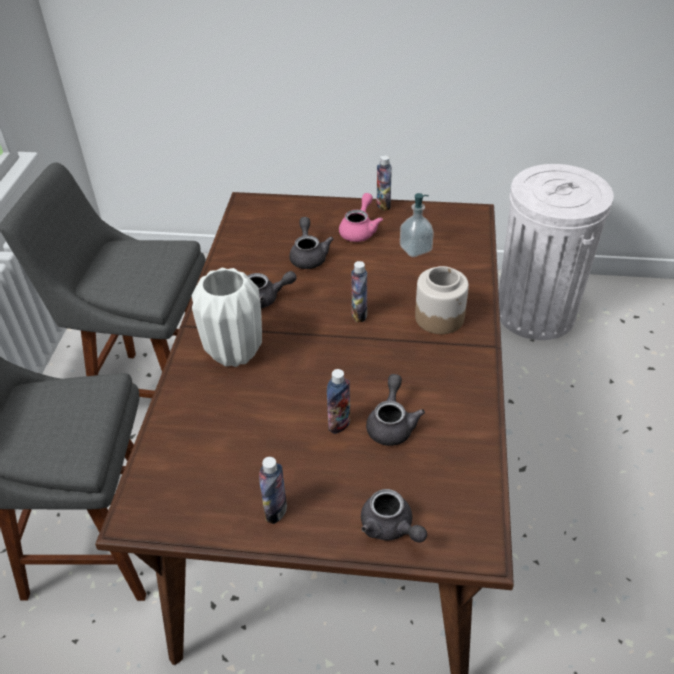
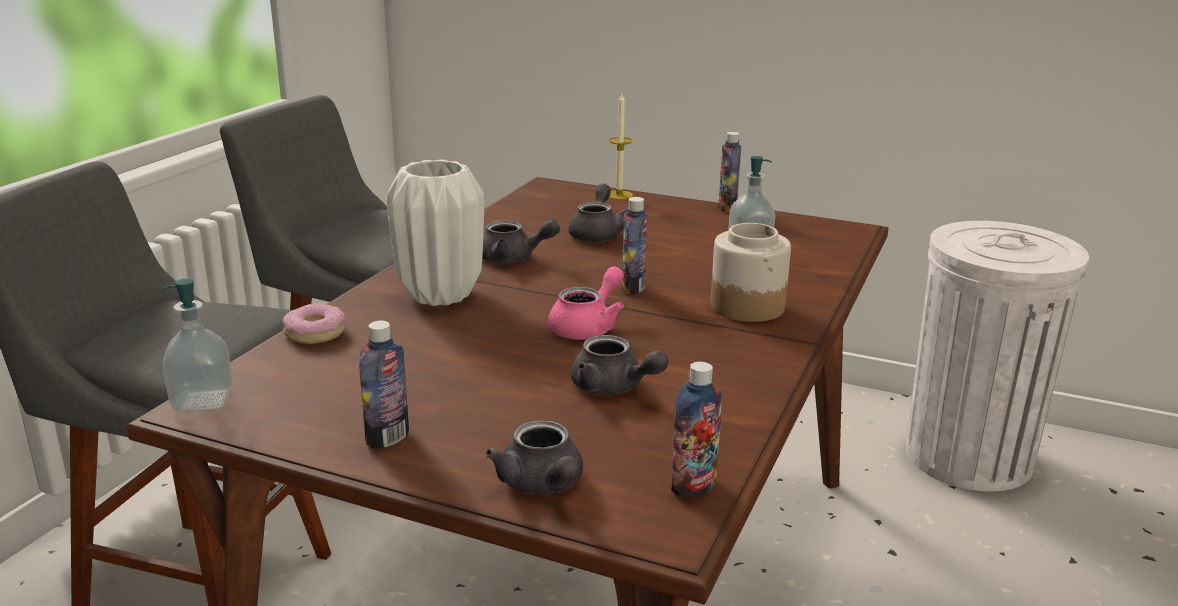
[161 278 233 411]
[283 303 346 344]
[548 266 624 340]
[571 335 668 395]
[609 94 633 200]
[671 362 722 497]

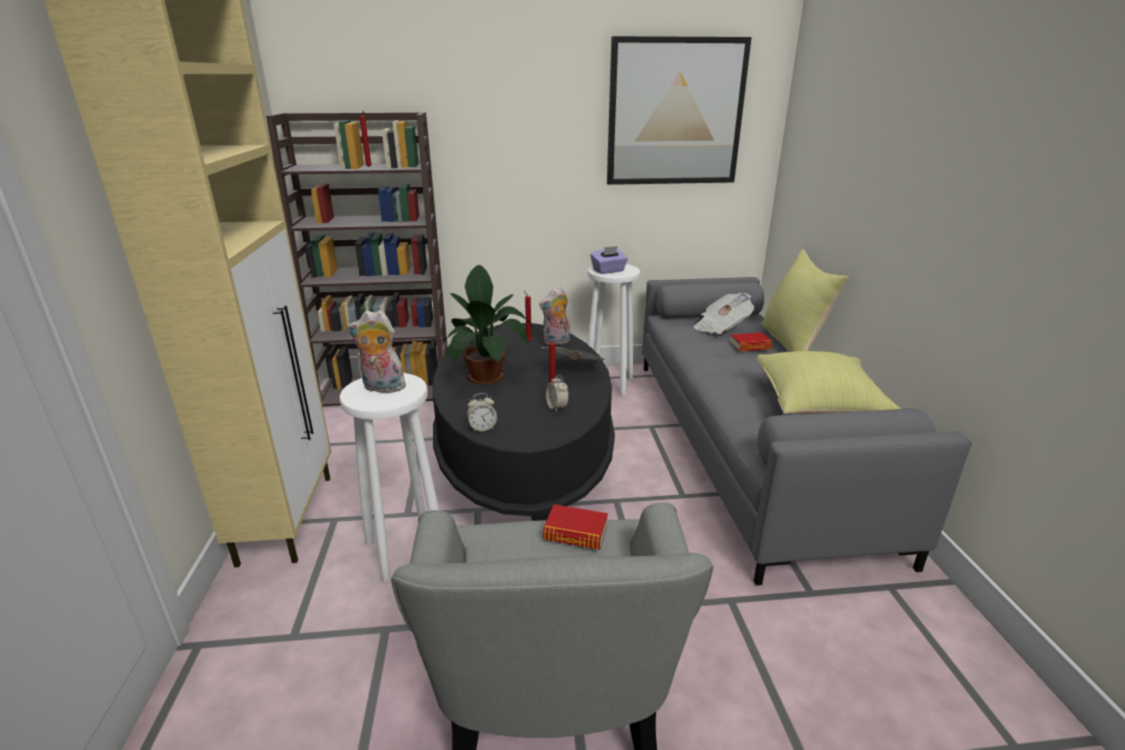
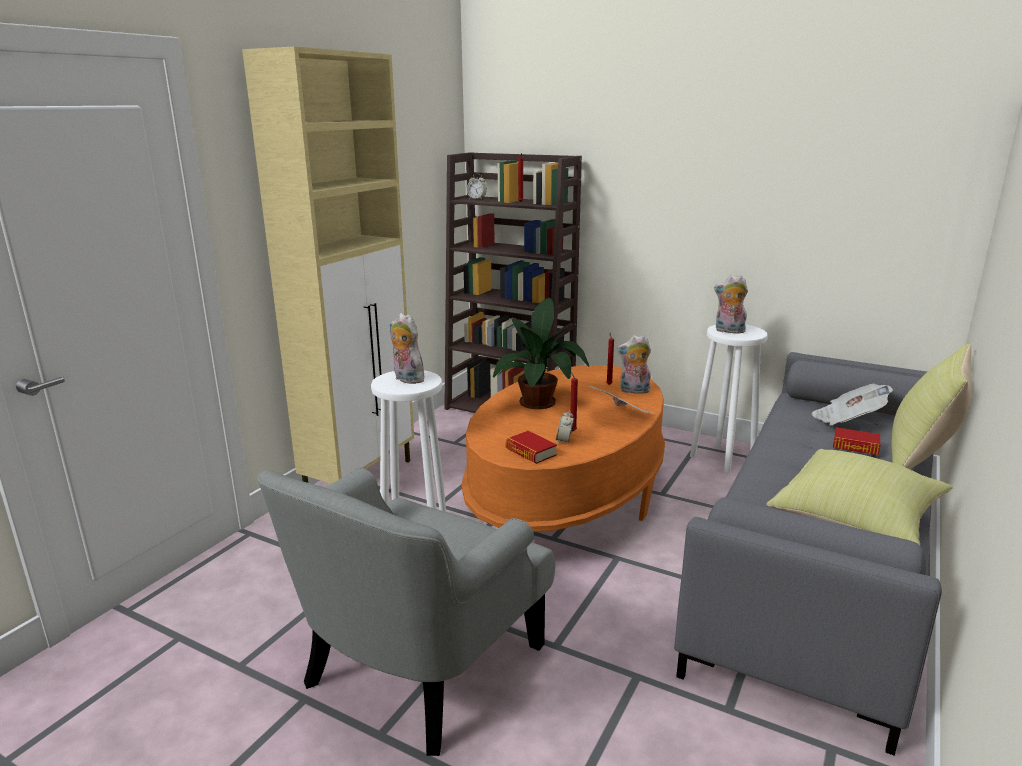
[462 365 665 532]
[466 174 487 199]
[506 431 557 464]
[714 275 748 334]
[607 36 752 185] (first image)

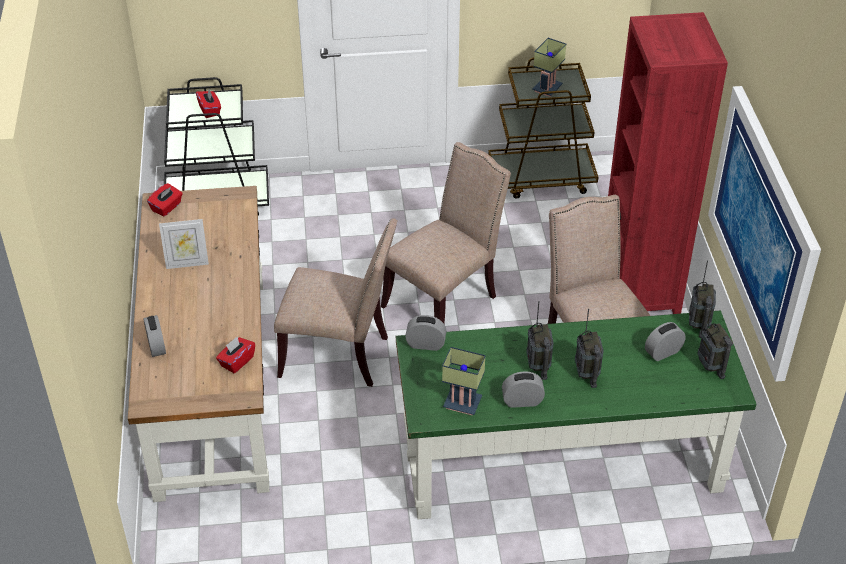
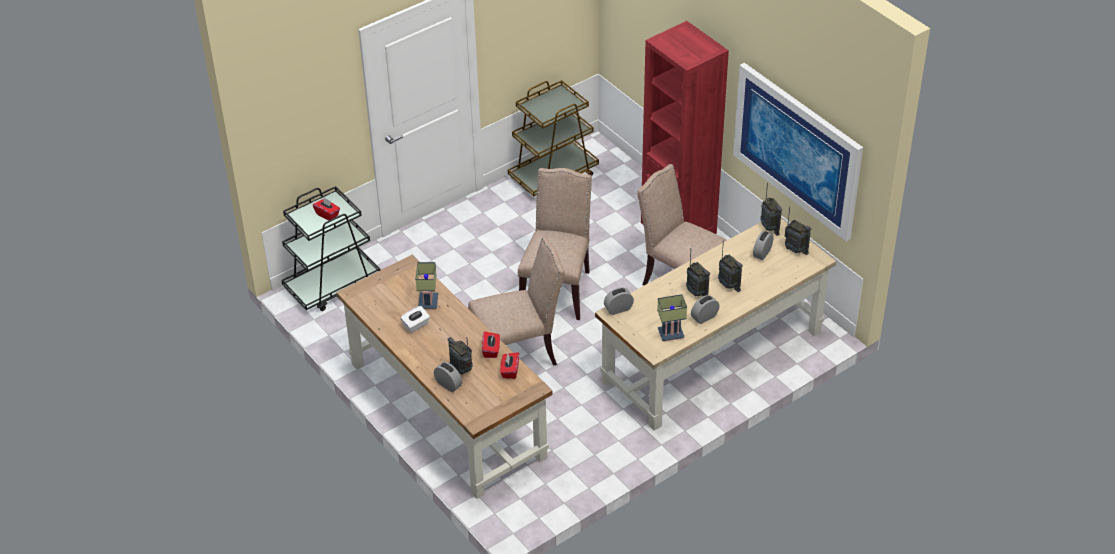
[401 306 430 333]
[415 262 438 309]
[448 337 473 375]
[482 331 500 358]
[595 218 836 430]

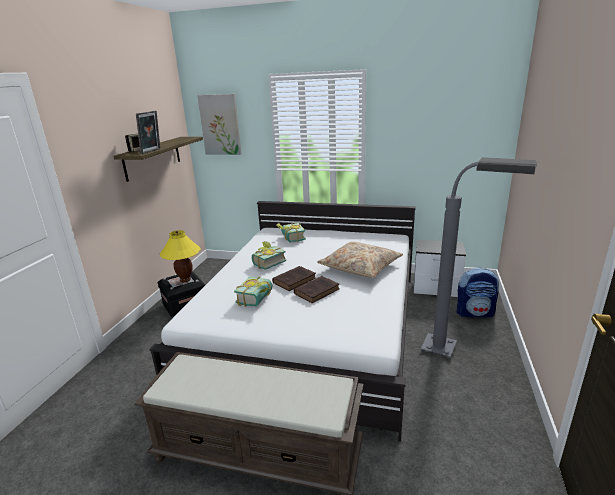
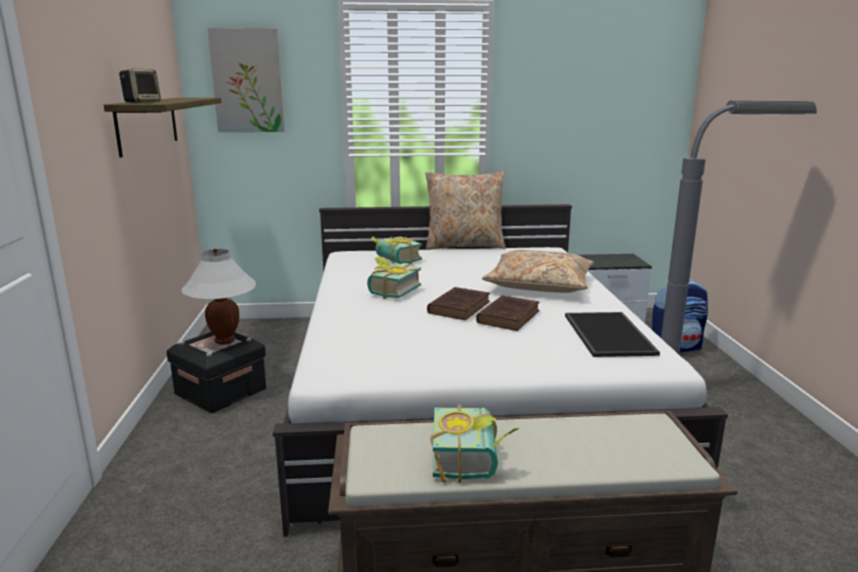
[181 249 256 345]
[425 171 506 250]
[430 404 519 483]
[565 312 660 357]
[136 111 160 154] (first image)

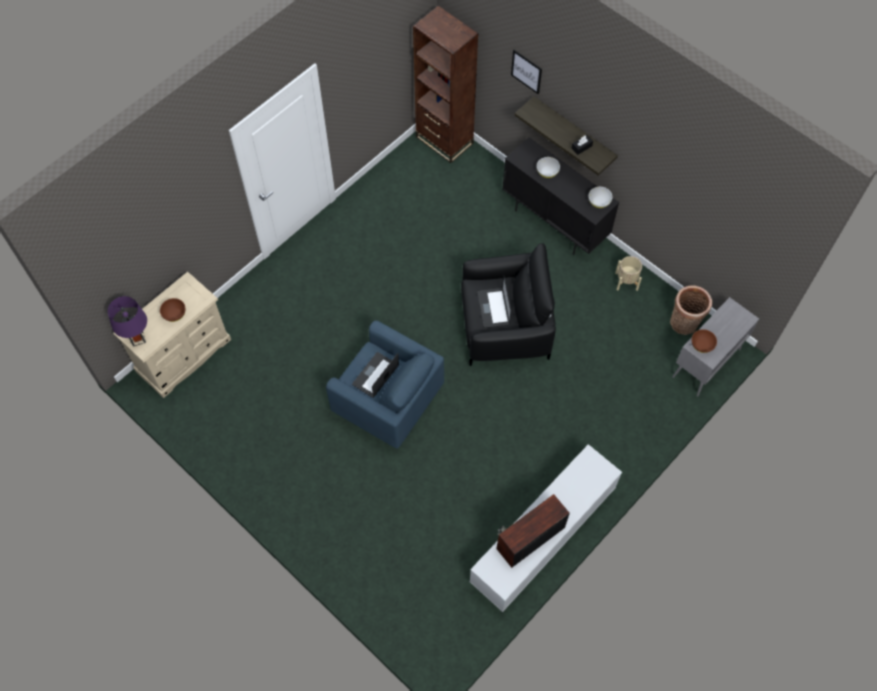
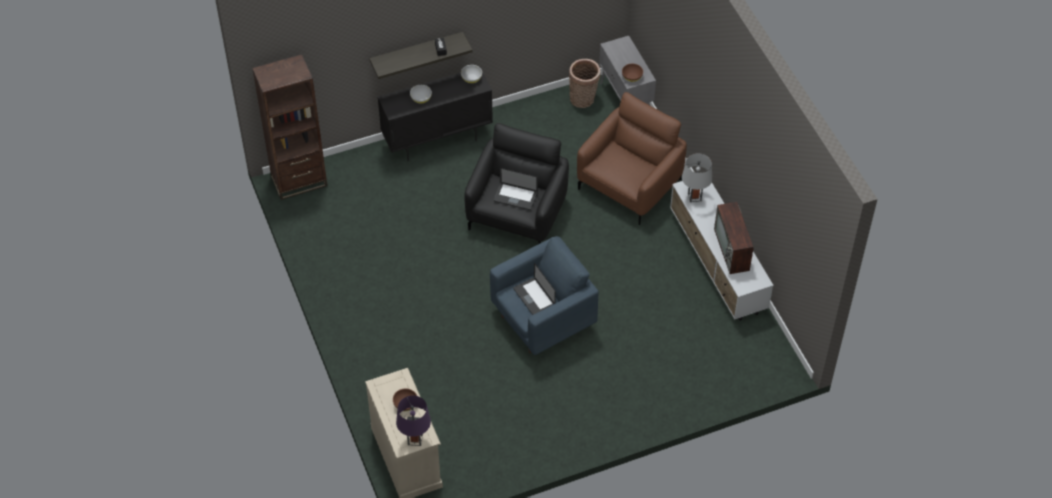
[577 92 687 225]
[682 153 712 202]
[511 50 542 94] (first image)
[615 256 642 291] (first image)

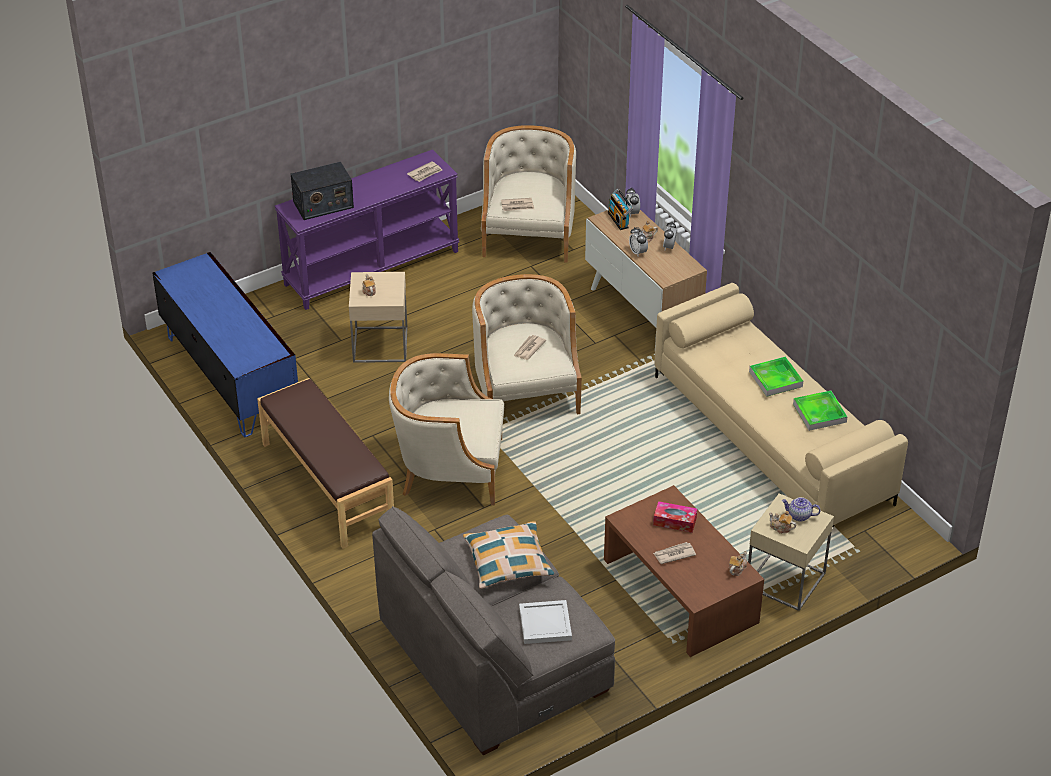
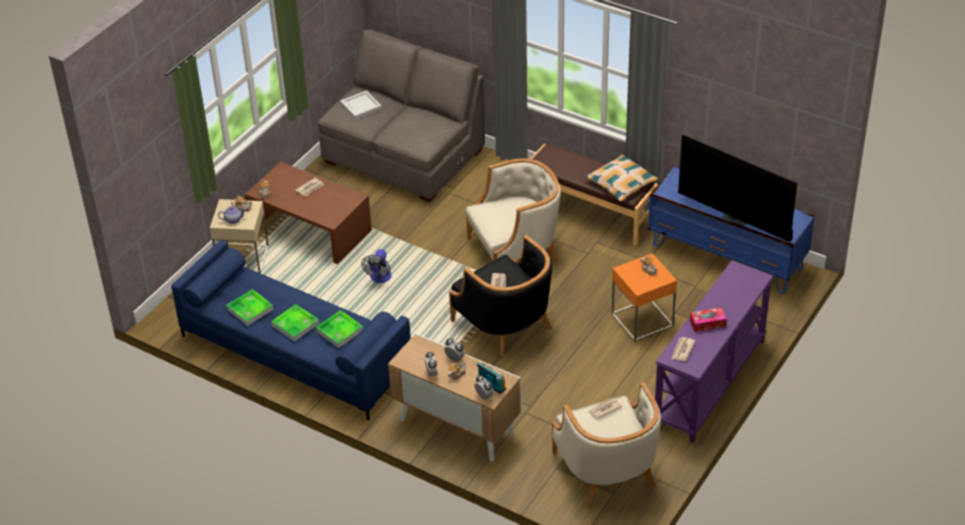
[171 240 411 421]
[316 310 363 348]
[361 249 392 283]
[449 235 552 358]
[584 155 658 201]
[611 253 677 341]
[678 134 797 242]
[690 308 727 332]
[291 162 354 220] (first image)

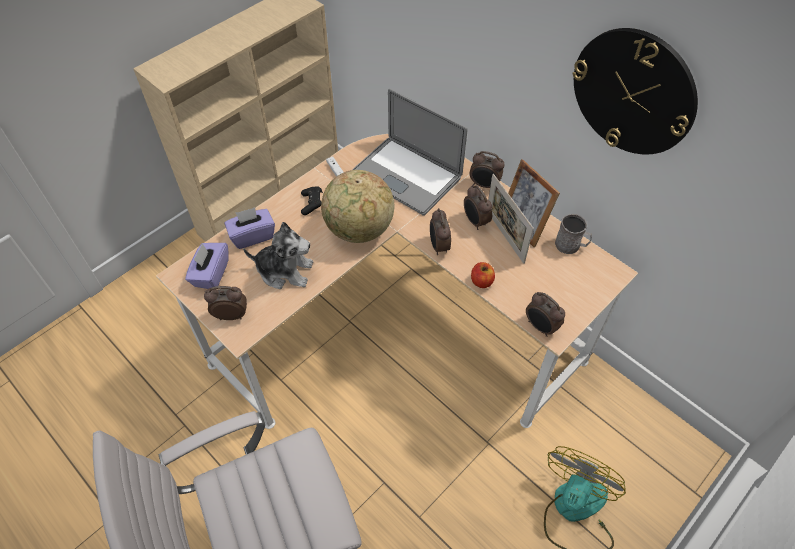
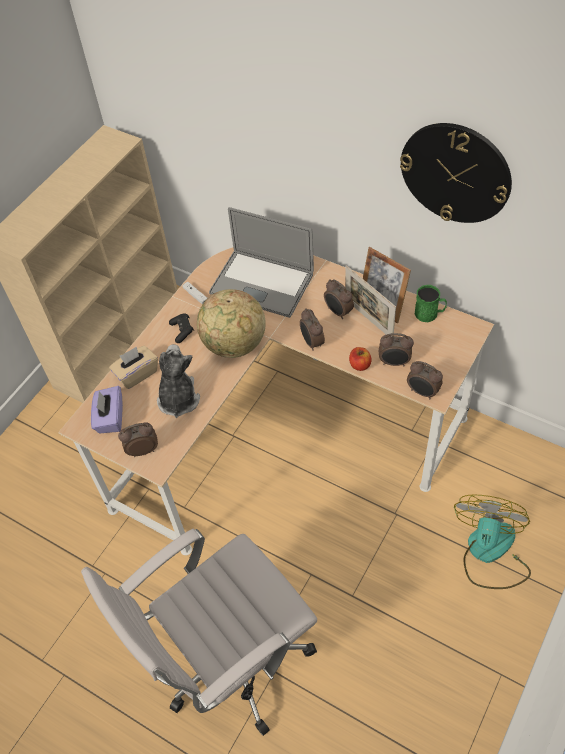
[109 346 158 389]
[157 344 200 418]
[379 333 414 366]
[415 285 447 322]

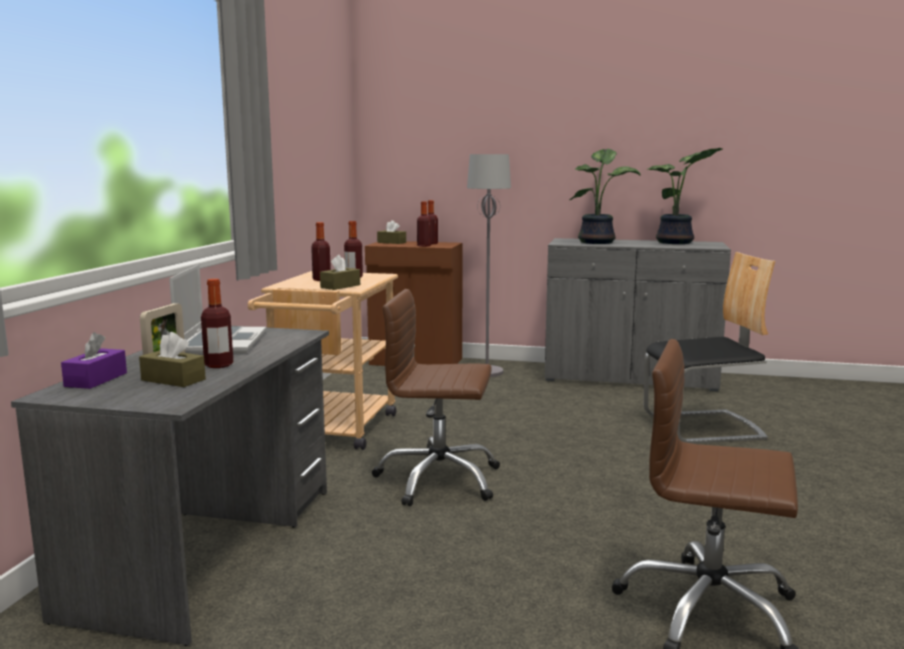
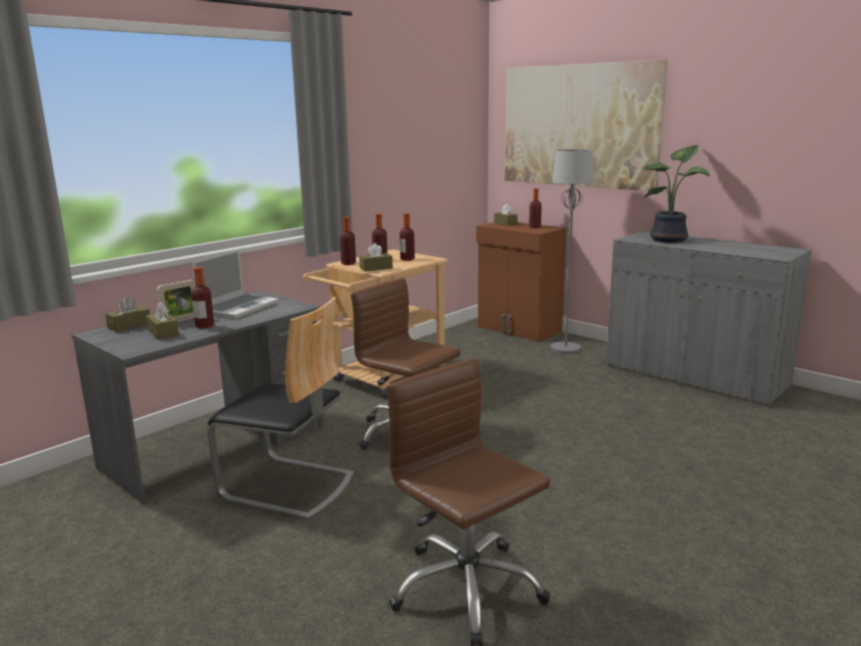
[105 296 150 332]
[207 297 354 520]
[340 217 356 265]
[505 59 668 191]
[648 148 723 244] (first image)

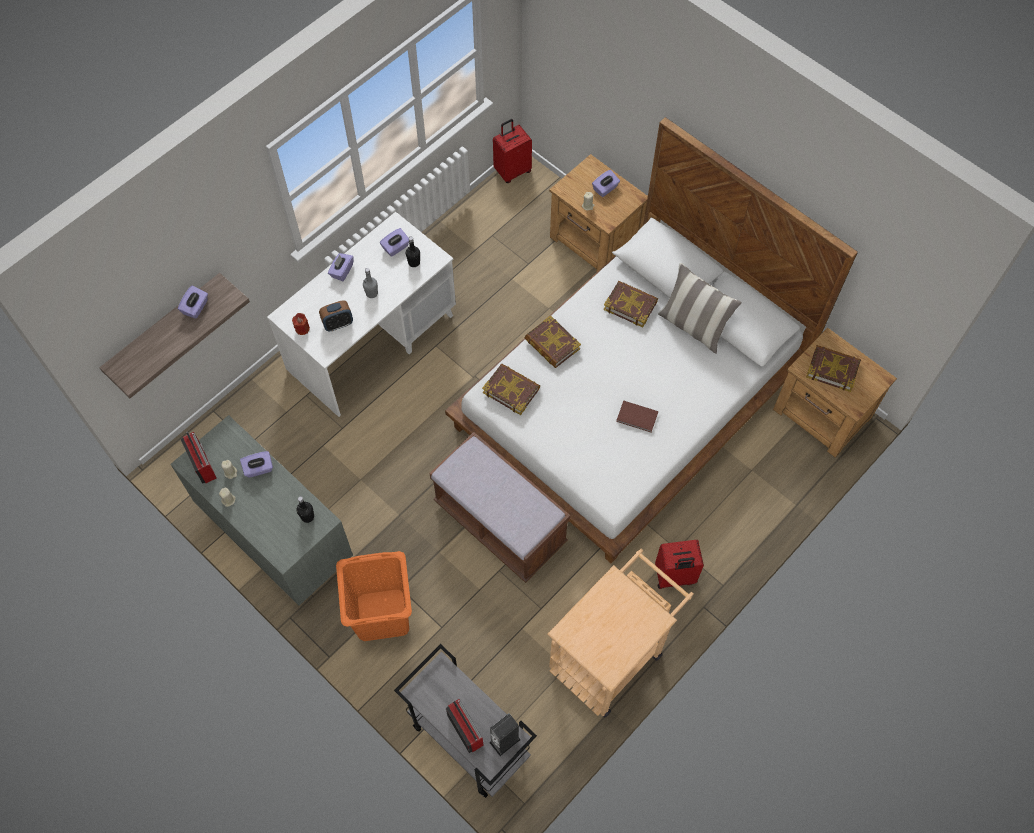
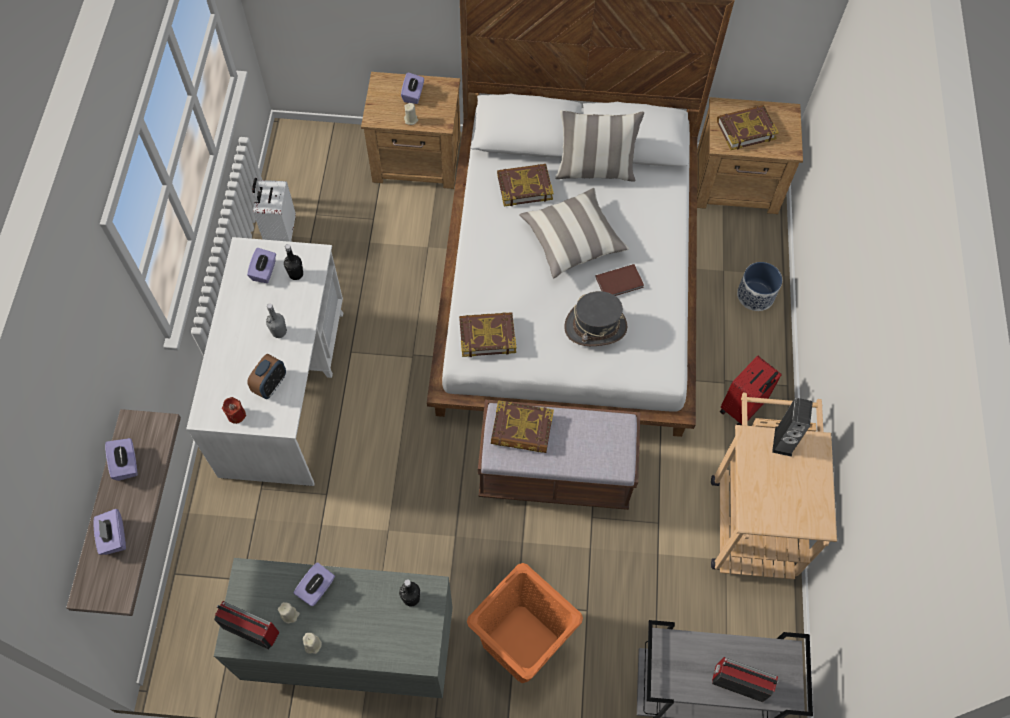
[93 509 126 555]
[252 178 296 242]
[491 400 554 453]
[519 188 629 279]
[564 291 627 346]
[737 262 782 311]
[772 398 813 457]
[493 119 532 183] (first image)

